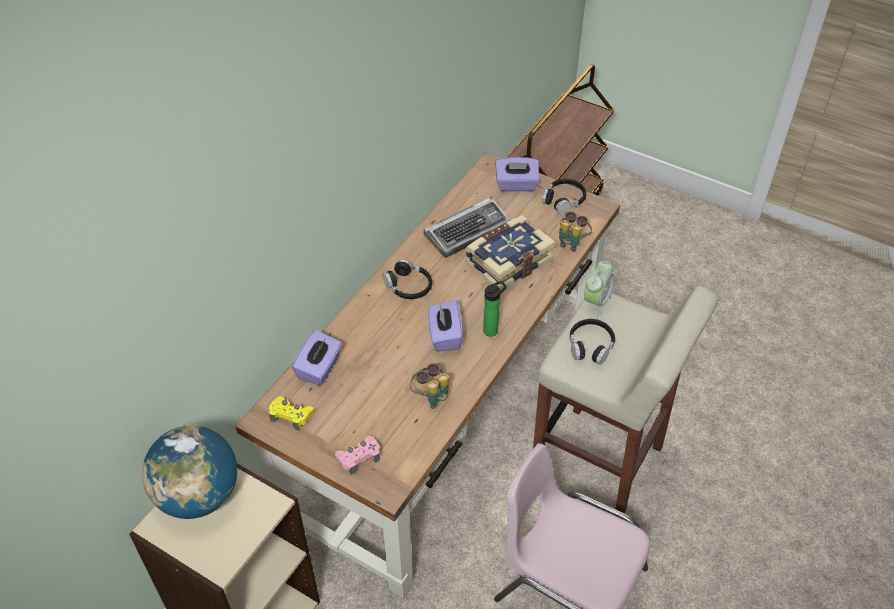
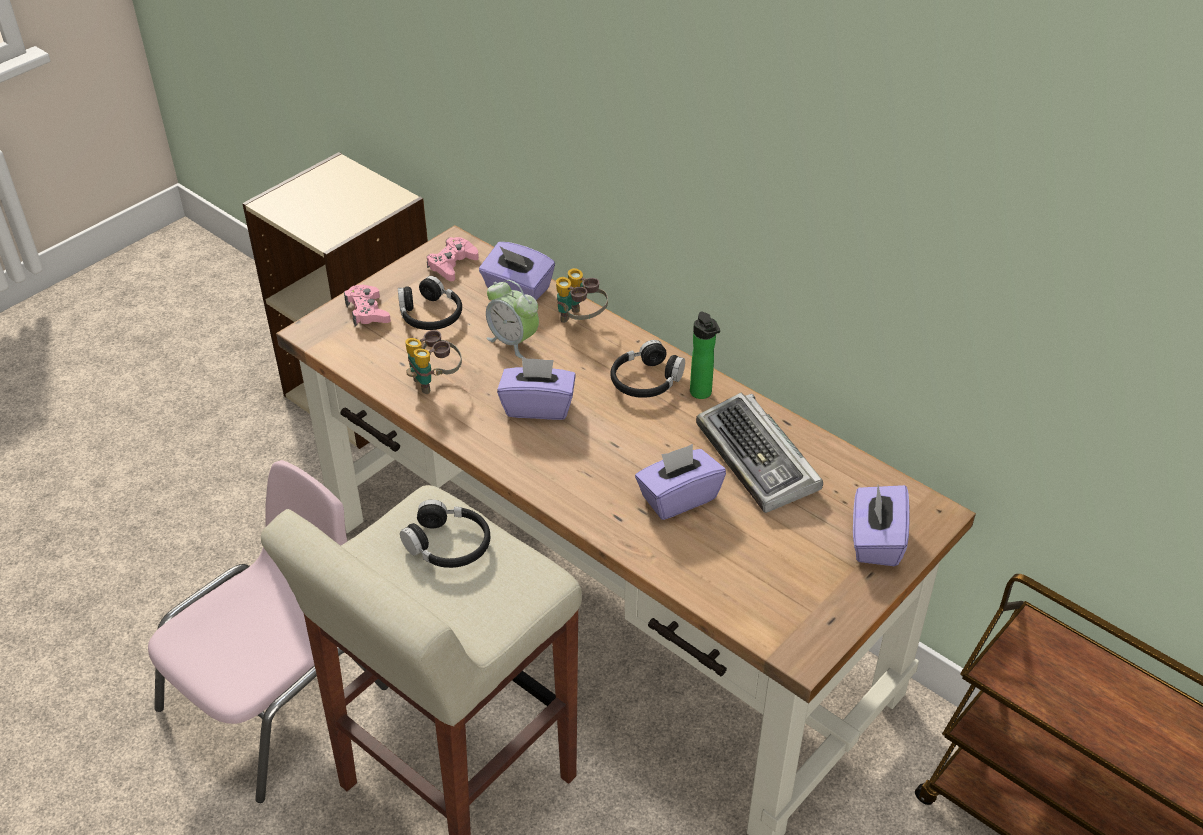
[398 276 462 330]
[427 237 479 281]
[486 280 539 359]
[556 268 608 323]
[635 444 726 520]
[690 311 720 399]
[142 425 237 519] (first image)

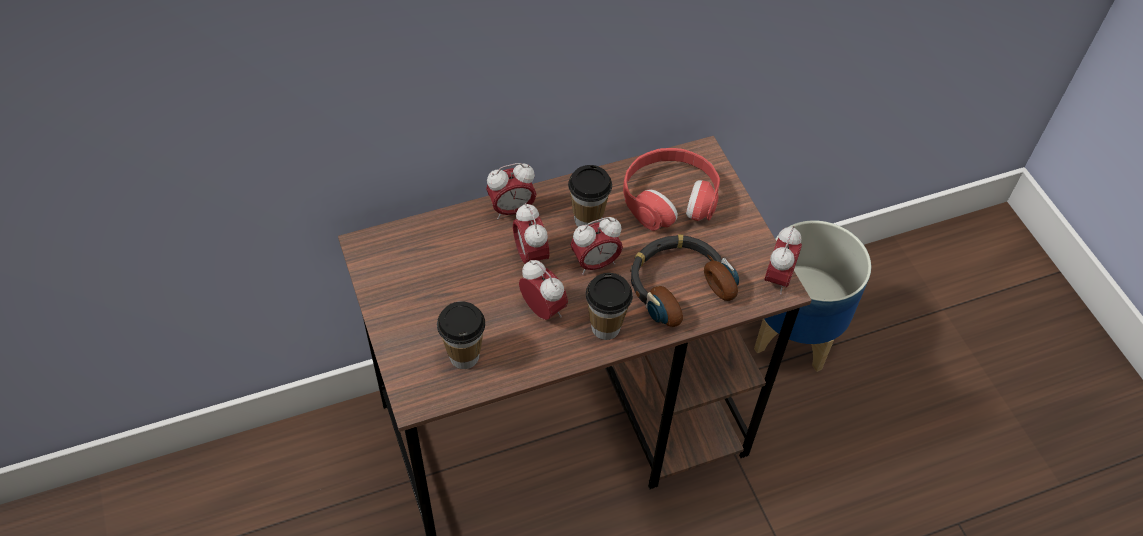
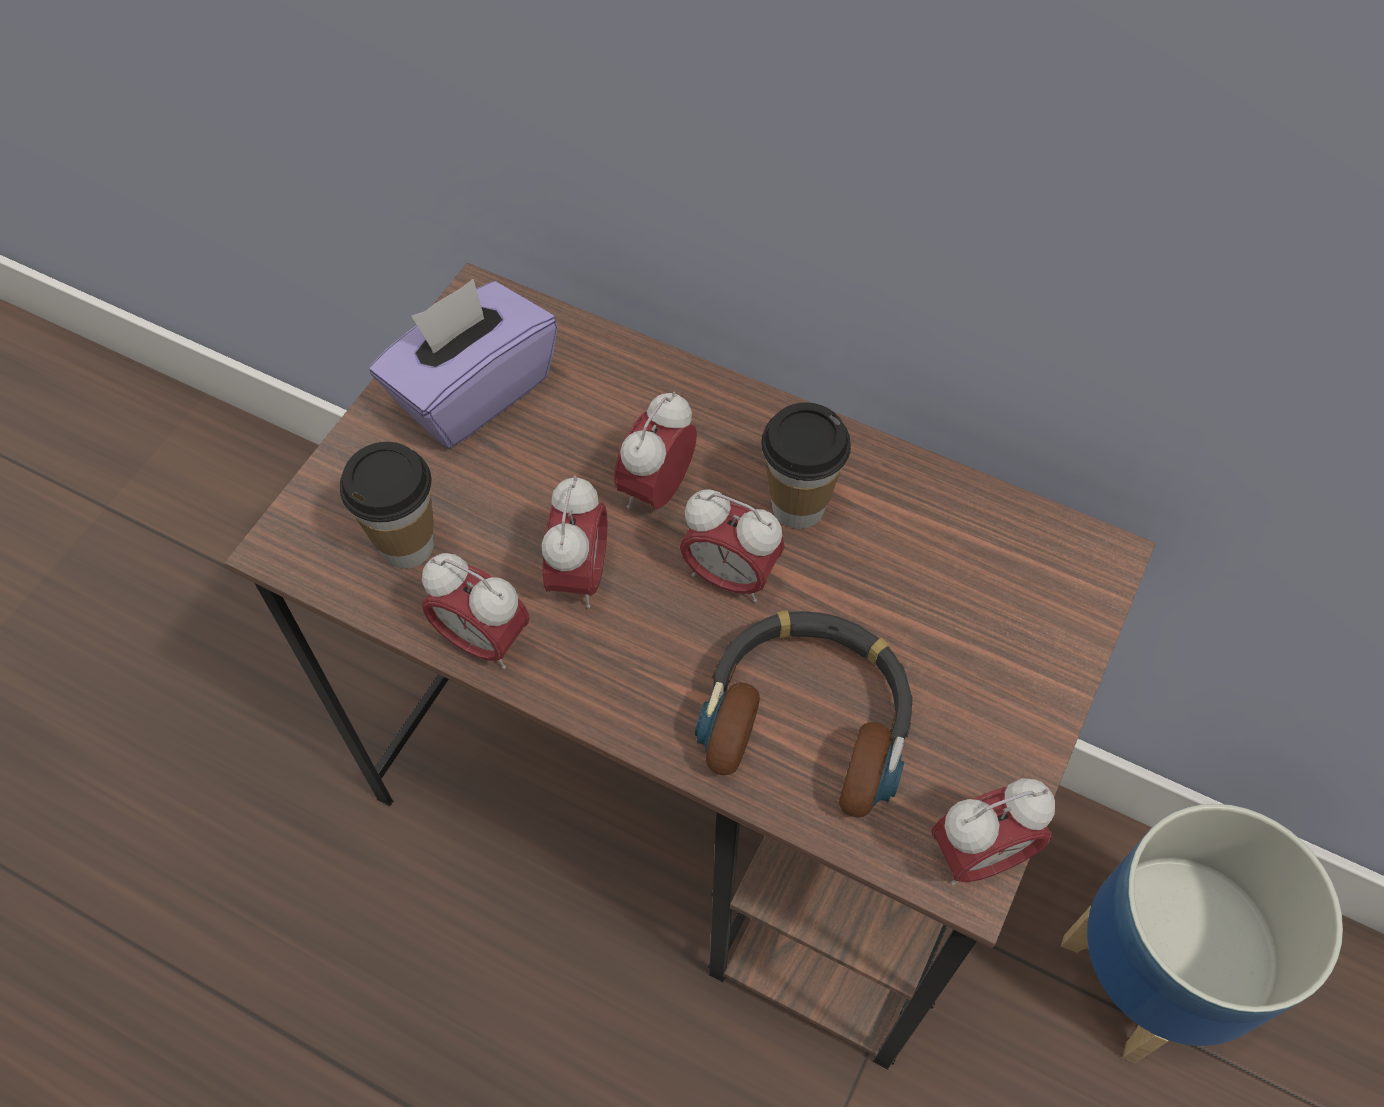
[369 279 558 448]
[422 553 530 669]
[586 273 633 340] (first image)
[623 148 720 231] (first image)

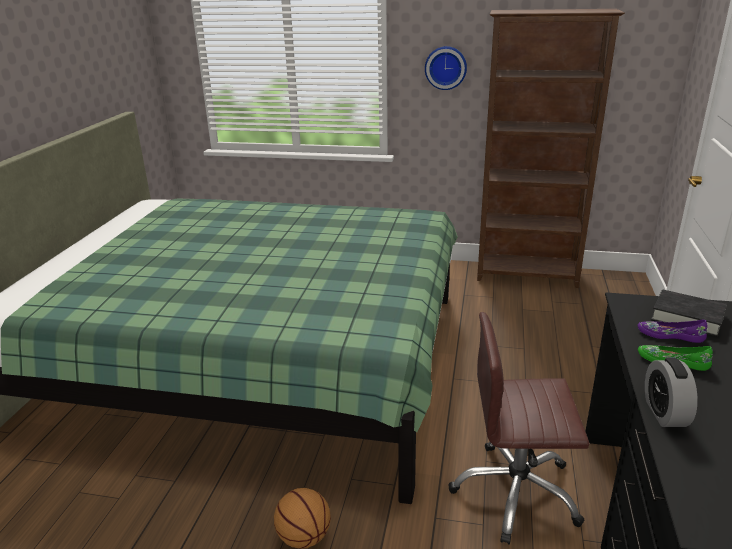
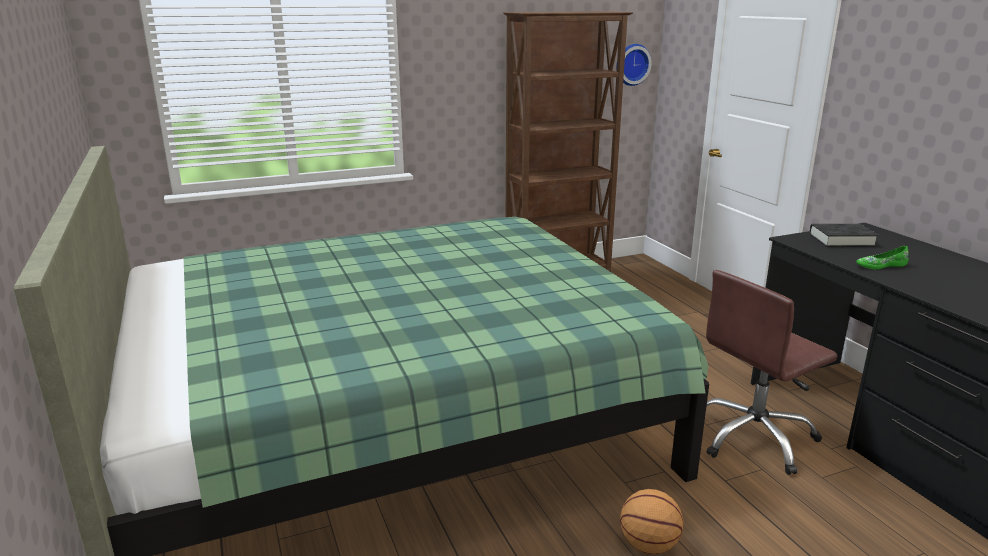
[616 44 652 86]
[638 320 707 343] (first image)
[645 358 698 427] (first image)

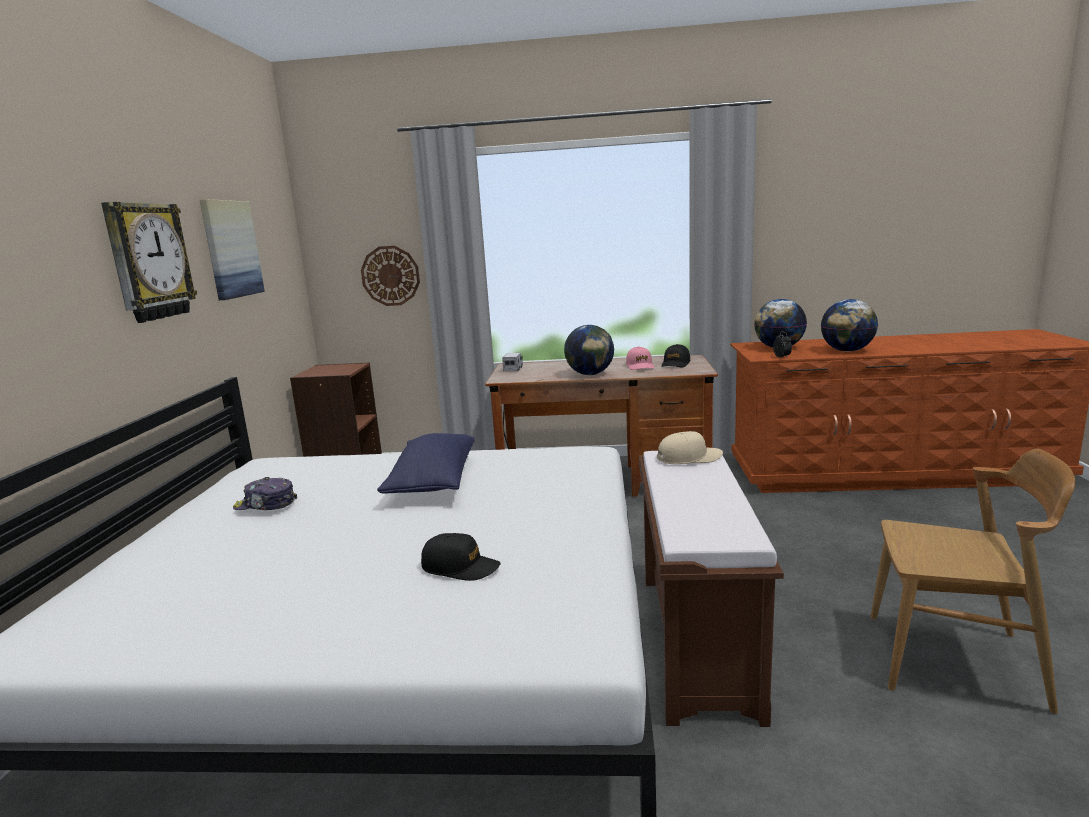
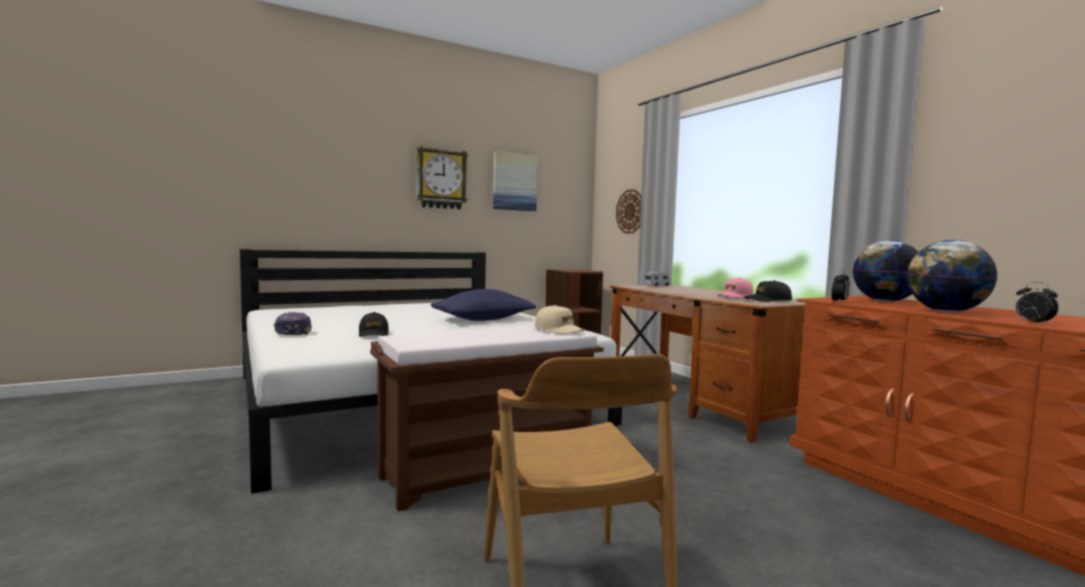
[274 312 312 335]
[1016 282 1059 325]
[564 325 614 375] (first image)

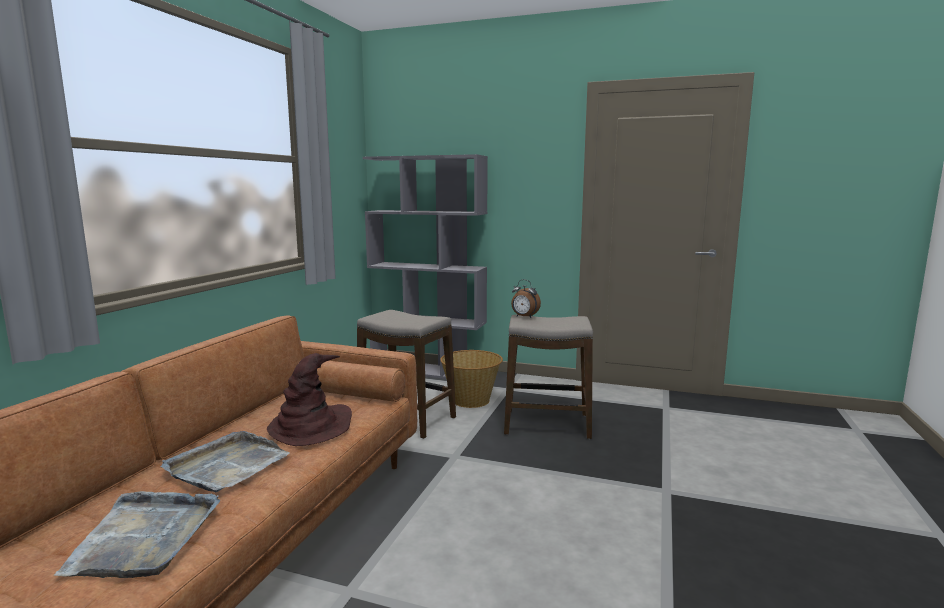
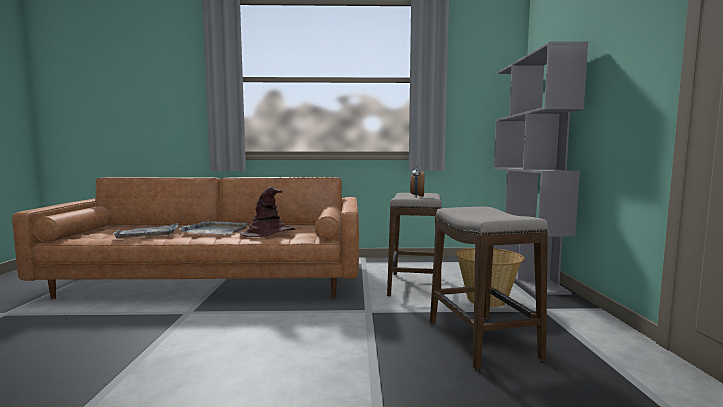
[410 163 425 197]

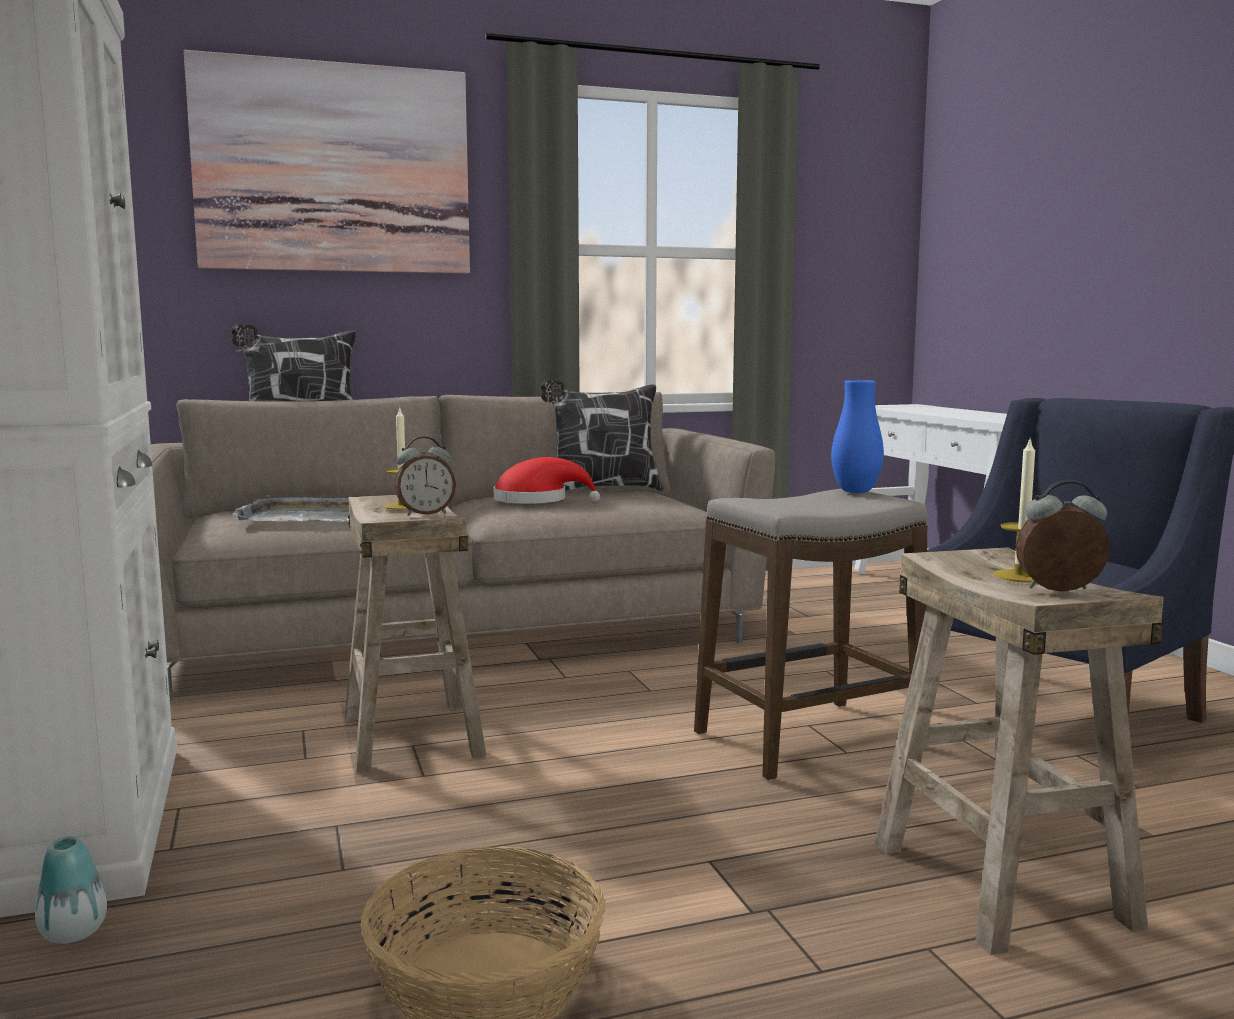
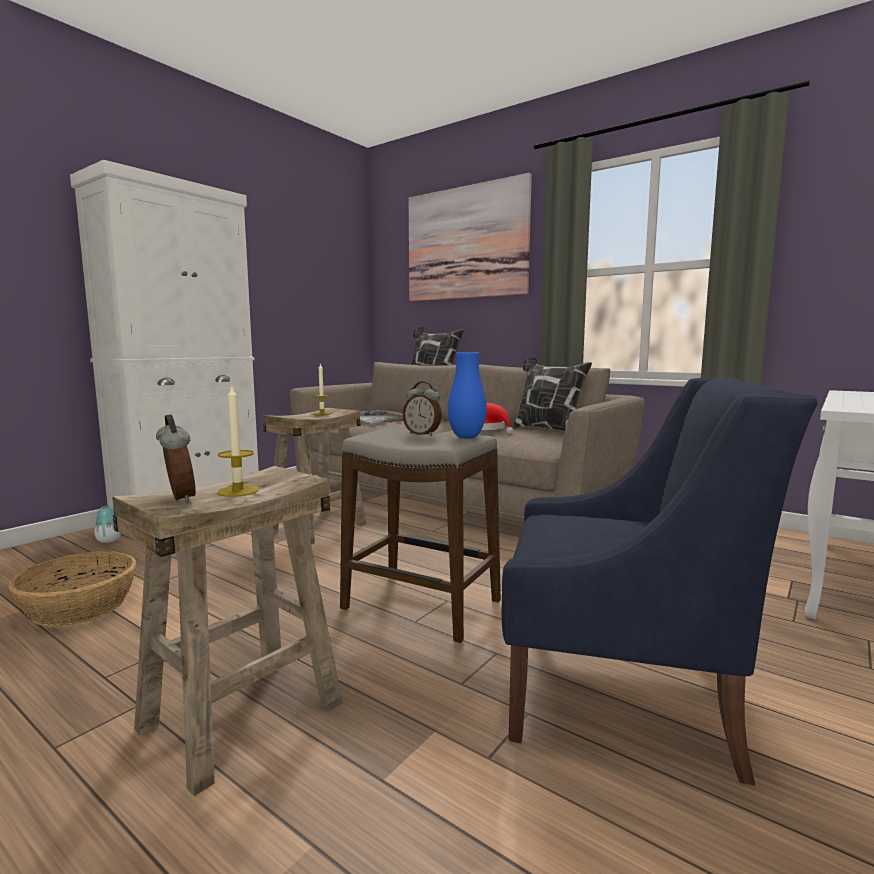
[403 381 442 436]

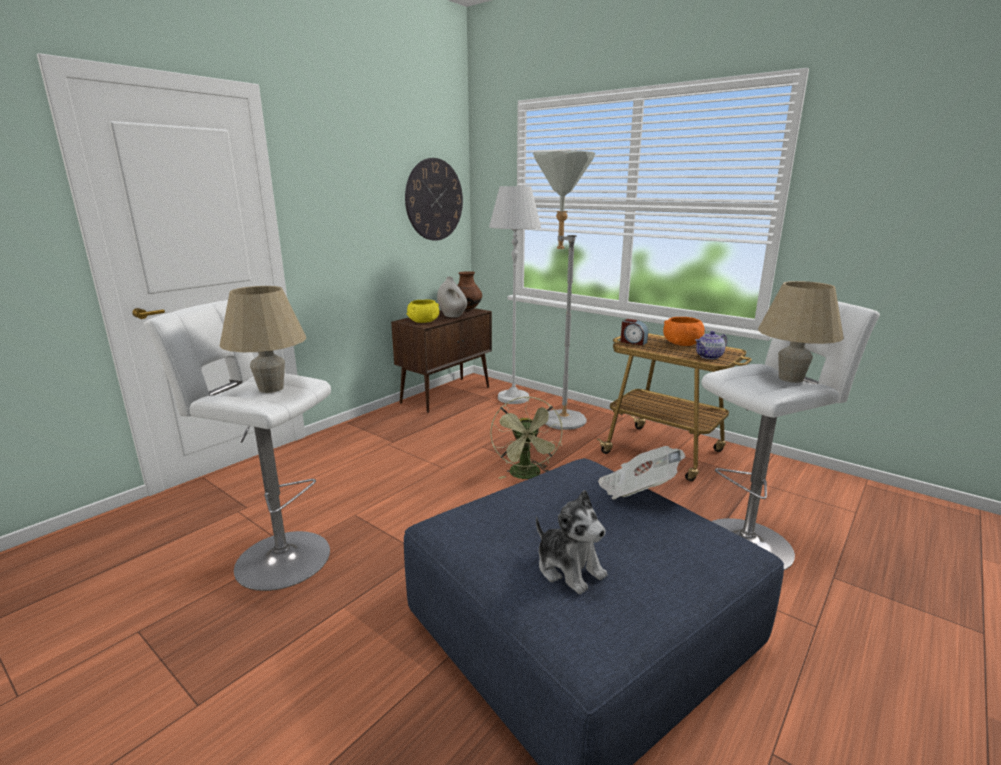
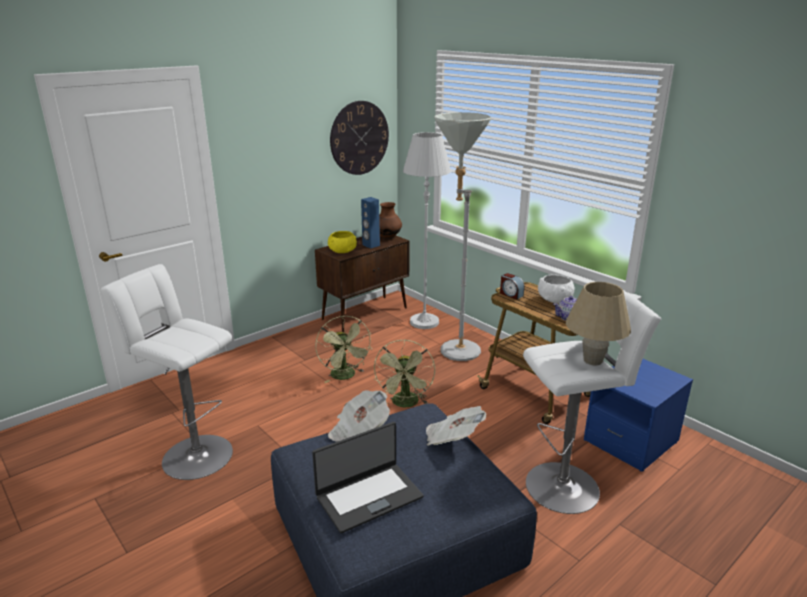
[312 422 423 533]
[315 316 371 383]
[328 390 390 442]
[361 197 380 249]
[538 274 574 303]
[584 359 693 472]
[219 286 306 393] (first image)

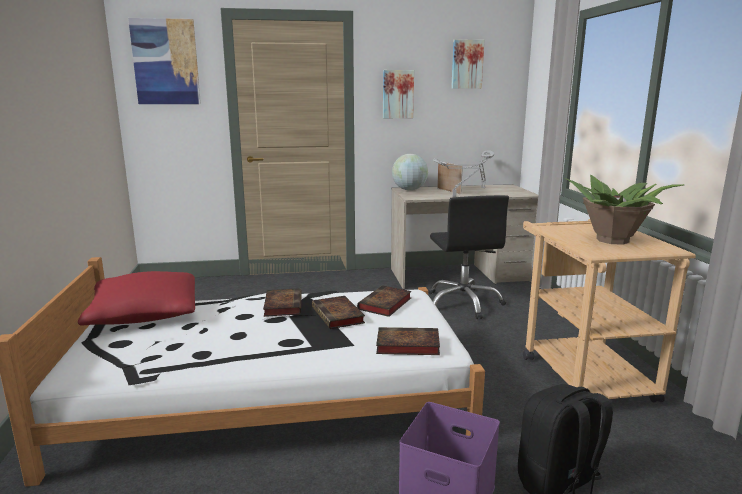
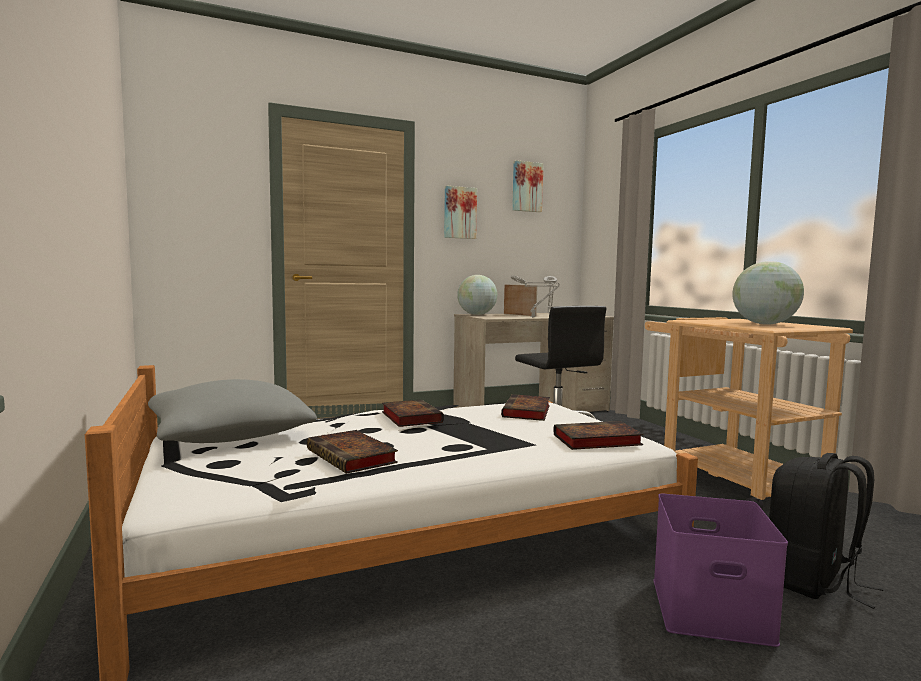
[148 379 317 443]
[307 430 398 474]
[732 261 804 325]
[128 18 201 104] (first image)

